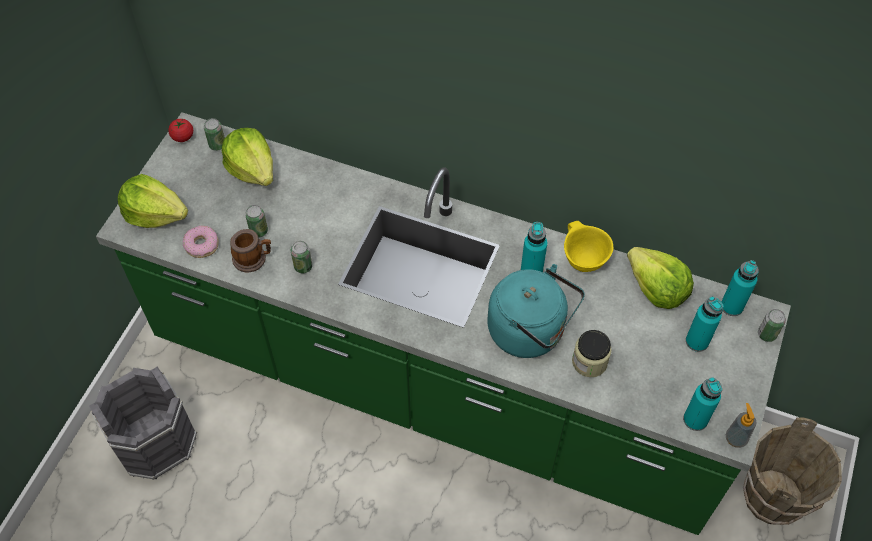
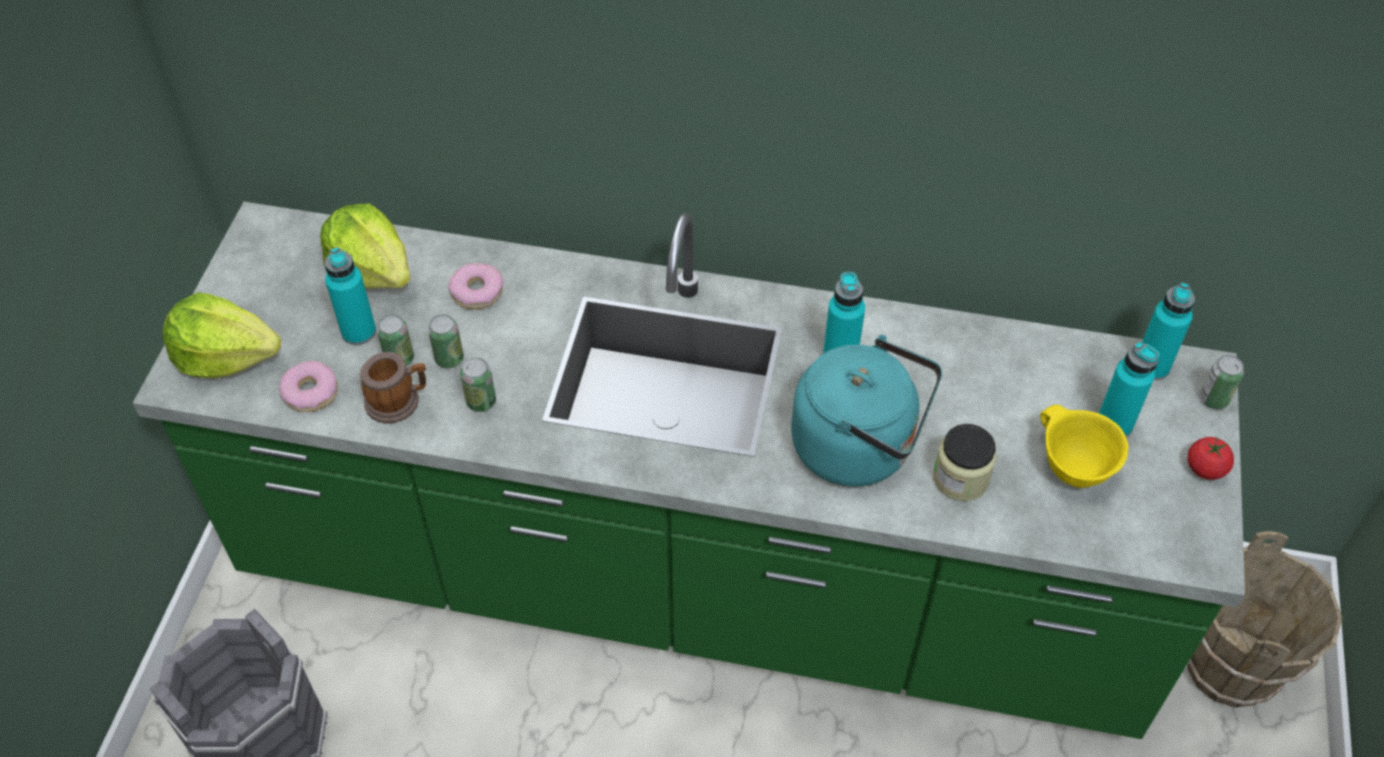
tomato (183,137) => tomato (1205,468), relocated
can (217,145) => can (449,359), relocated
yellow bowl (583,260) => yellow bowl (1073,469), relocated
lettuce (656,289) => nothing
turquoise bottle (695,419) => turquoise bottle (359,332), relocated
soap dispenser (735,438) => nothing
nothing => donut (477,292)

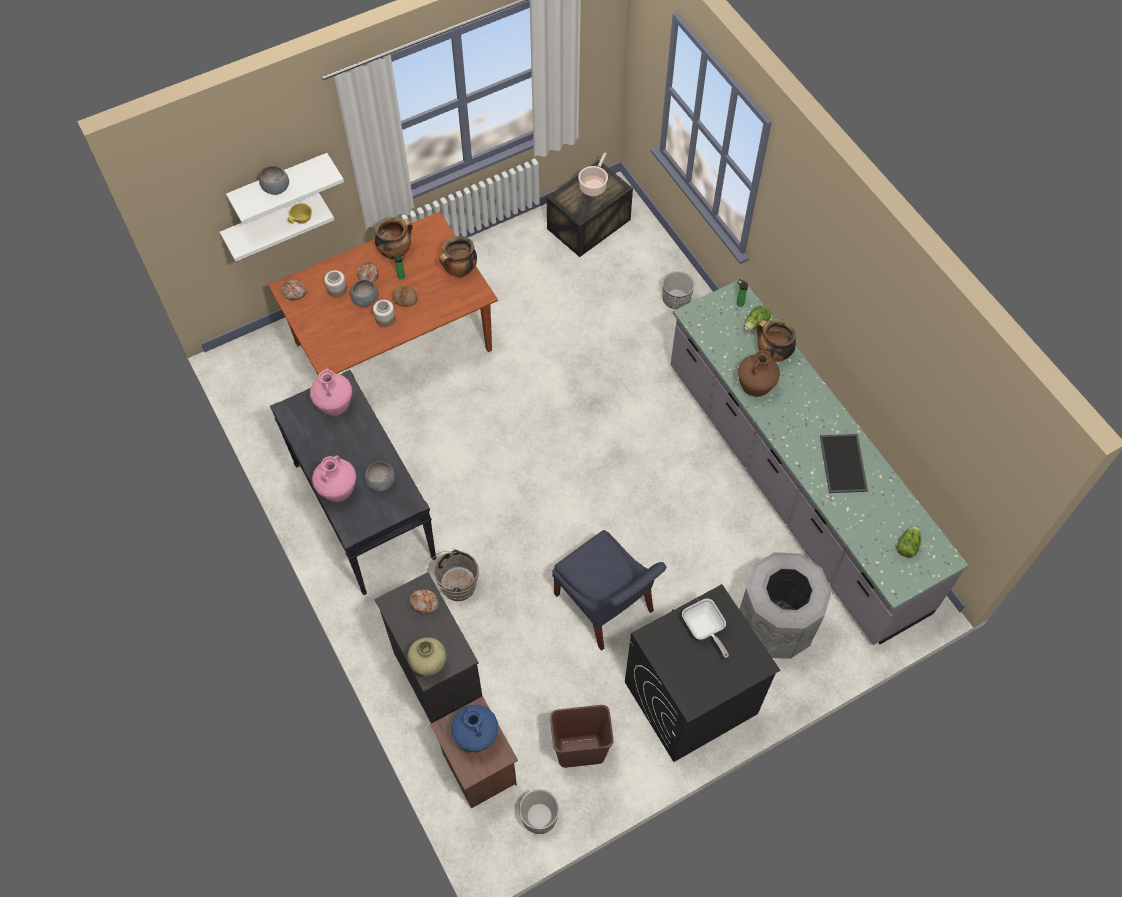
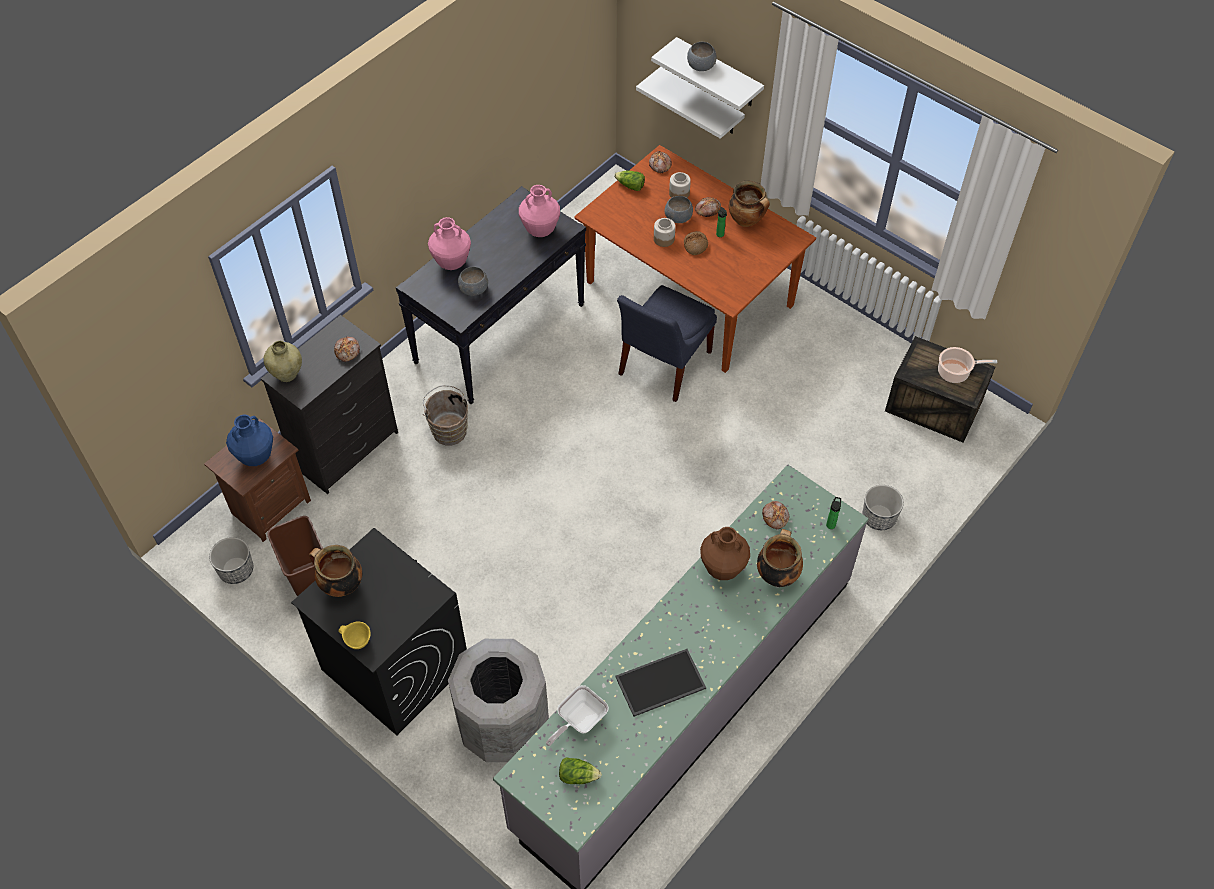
yellow bowl (302,220) => yellow bowl (357,641), relocated
cooking pot (459,271) => cooking pot (341,585), relocated
lettuce (756,324) => lettuce (630,186), relocated
blue chair (605,606) => blue chair (662,365), relocated
frying pan (704,630) => frying pan (578,720), relocated
nothing => bread (775,517)

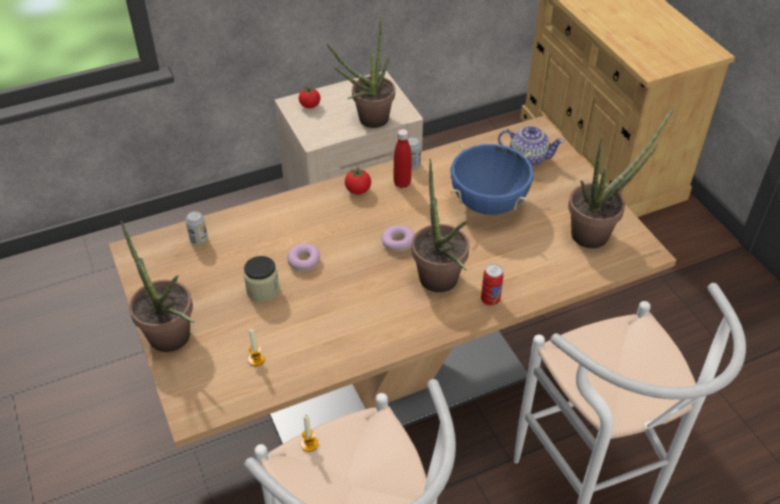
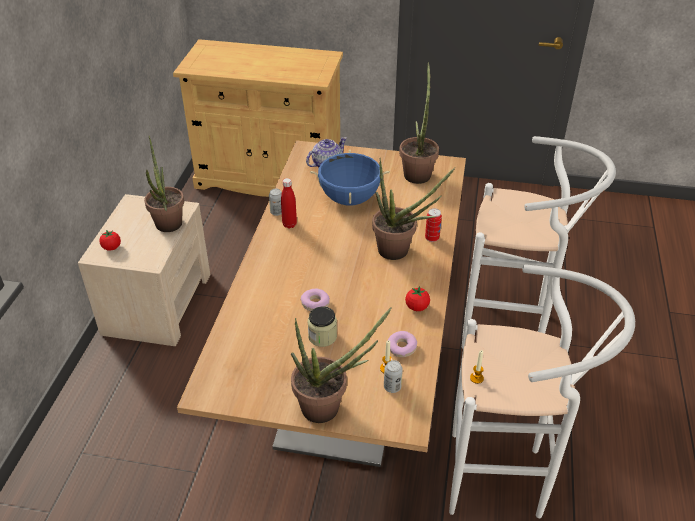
tomato (358,190) => tomato (417,307), relocated
can (199,240) => can (392,387), relocated
donut (398,242) => donut (401,347), relocated

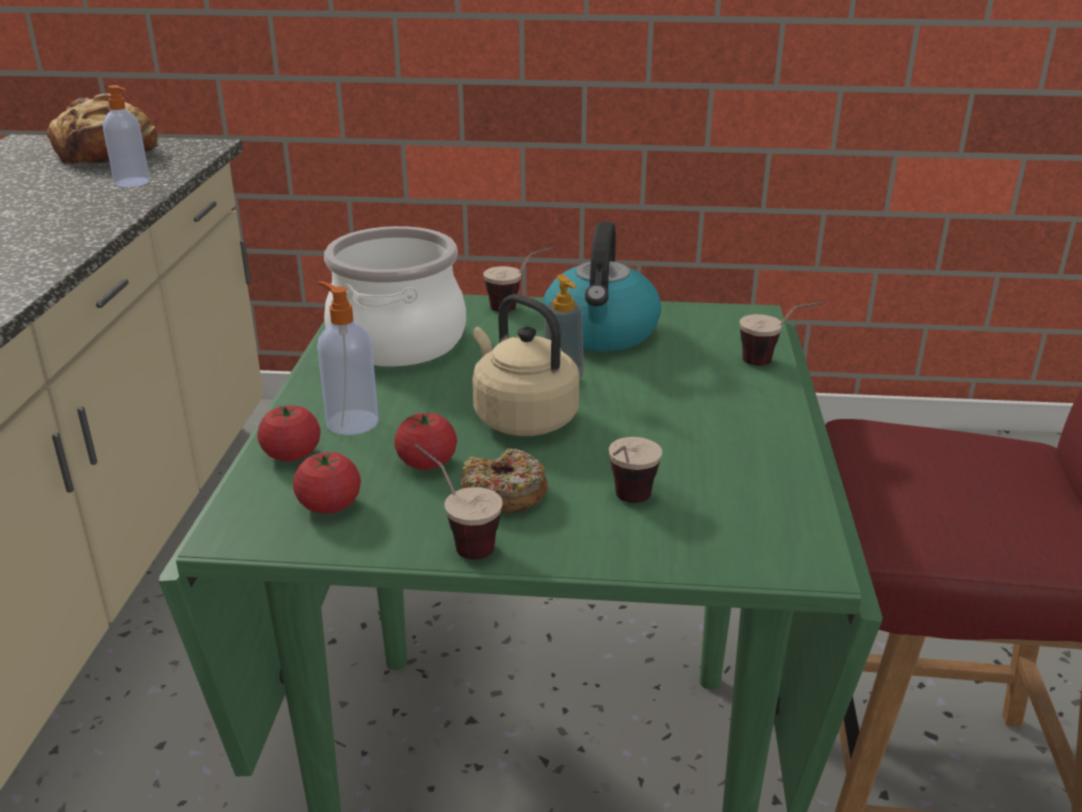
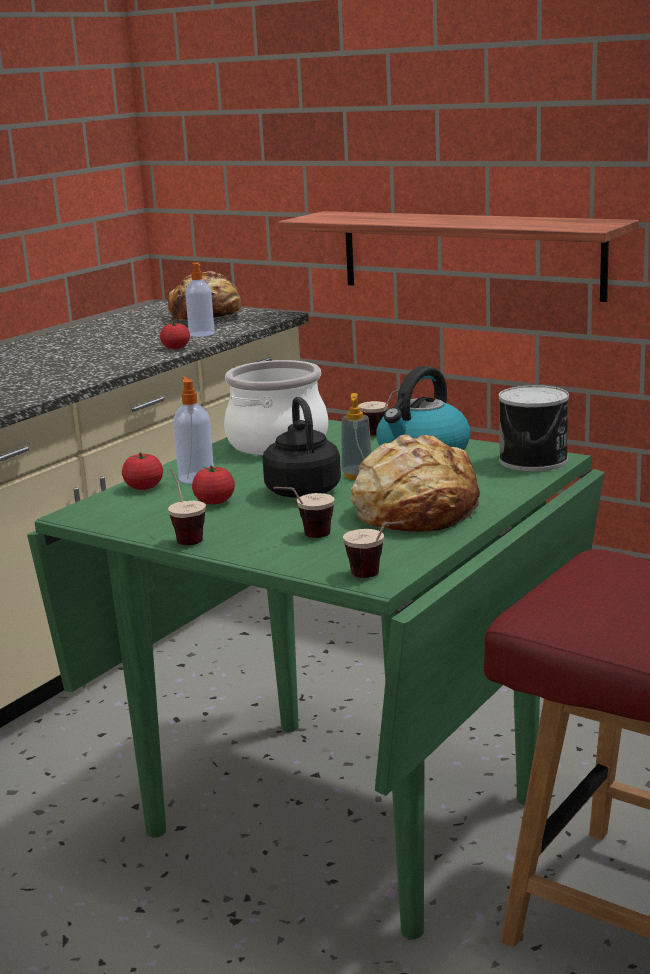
beige kettle (521,418) => black kettle (302,490)
cup (774,362) => cup (377,577), relocated
donut (504,494) => nothing
tomato (329,505) => tomato (176,348), relocated
nothing => shelf (469,254)
nothing => can (535,460)
nothing => bread (415,510)

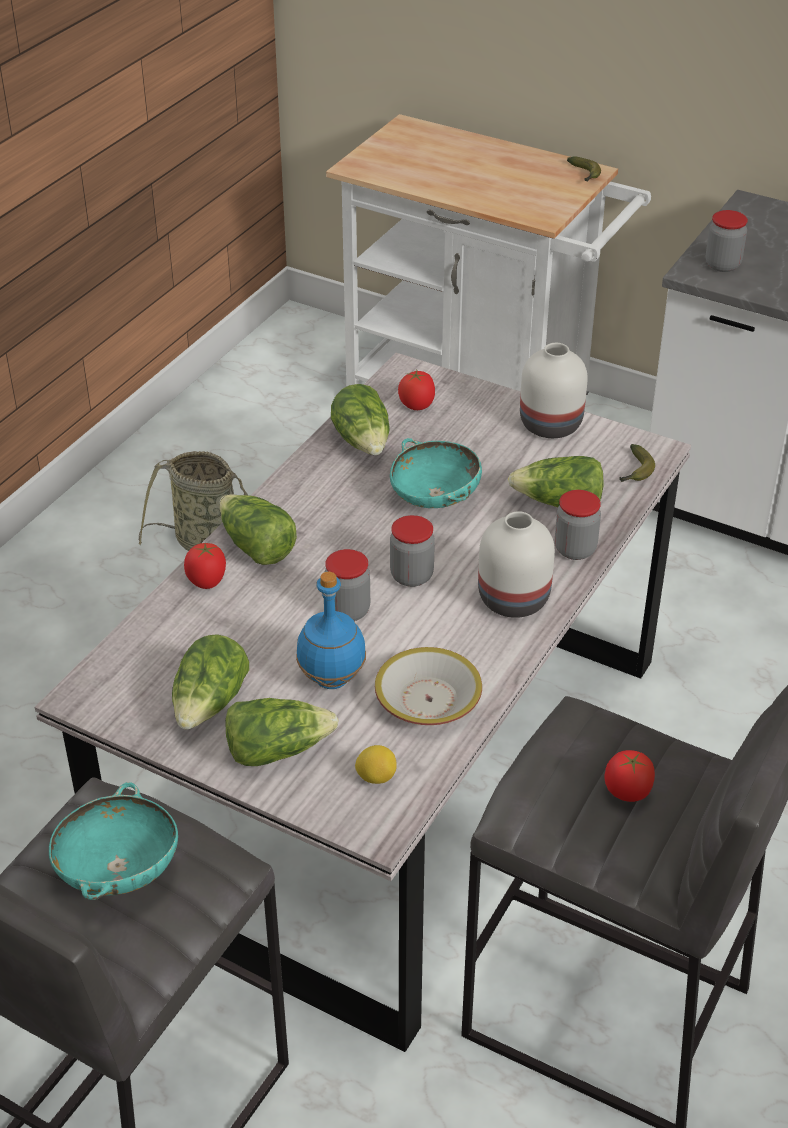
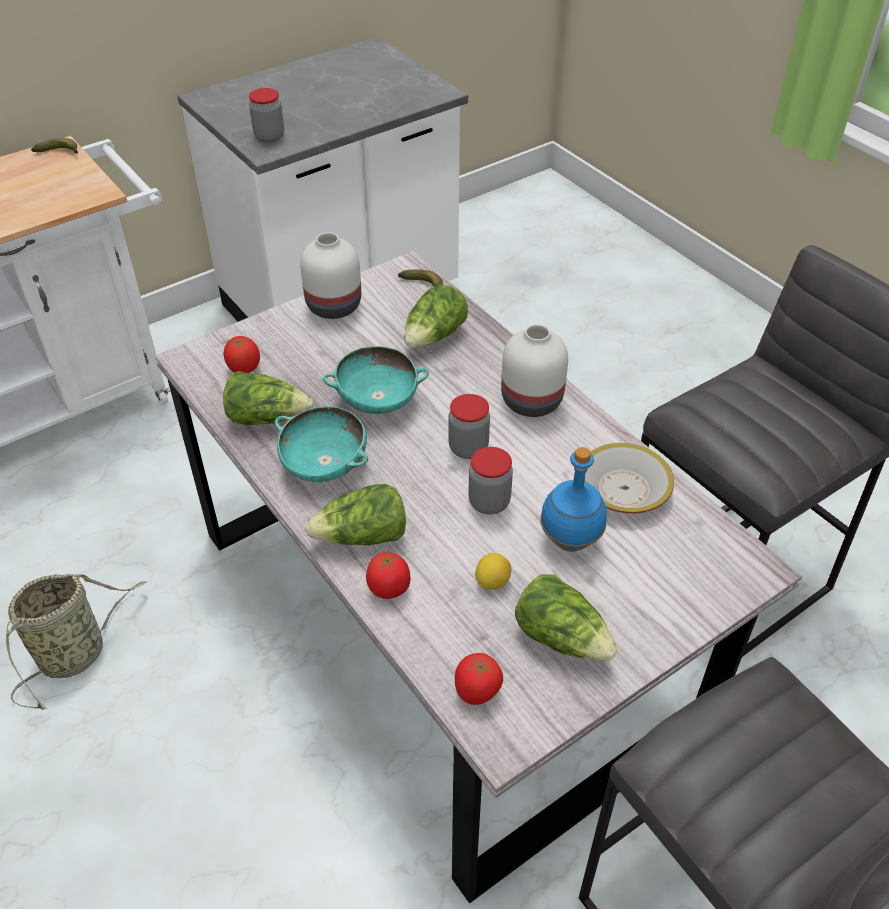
jar (575,549) => nothing
lettuce (276,750) => nothing
lemon (376,777) => lemon (492,581), relocated
tomato (627,792) => tomato (477,691), relocated
turquoise bowl (118,870) => turquoise bowl (324,465), relocated

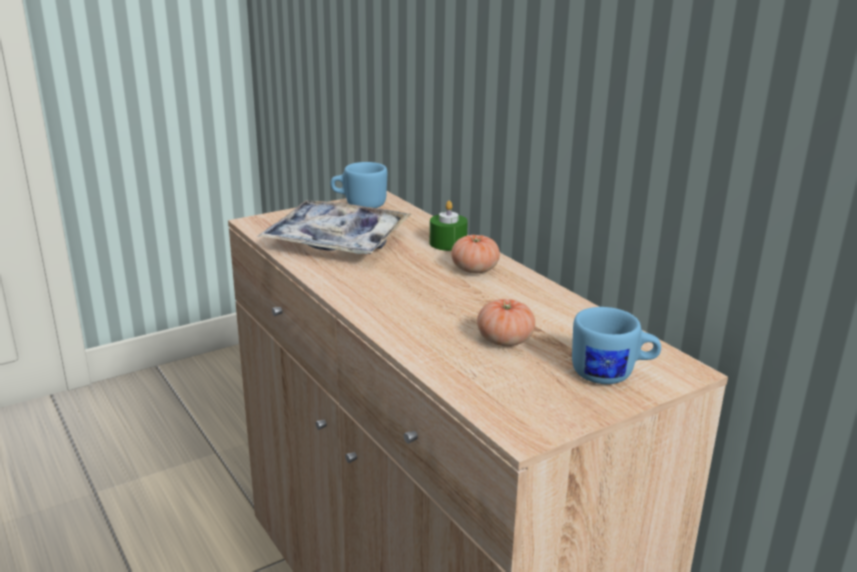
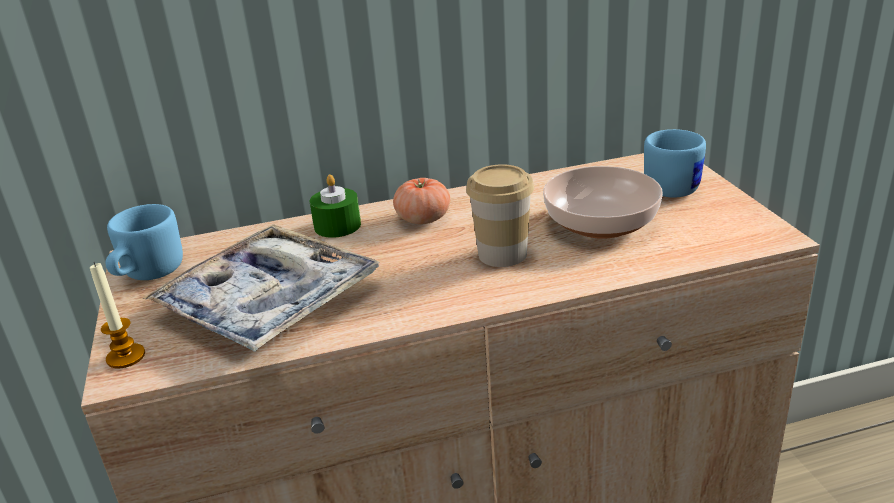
tomato (505,340) => bowl (599,223)
nothing => cup (502,254)
nothing => candle (126,357)

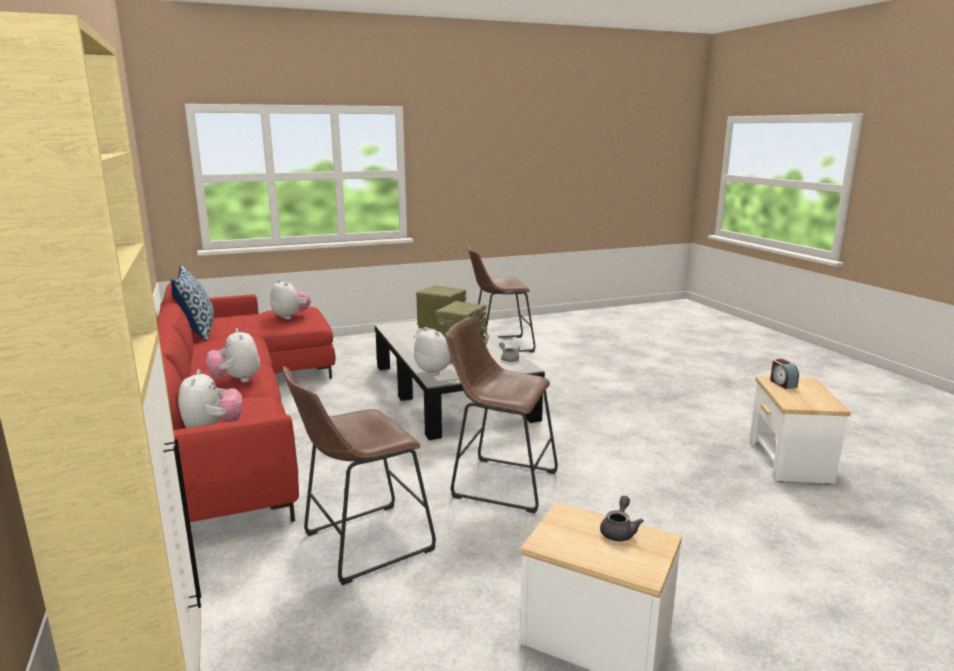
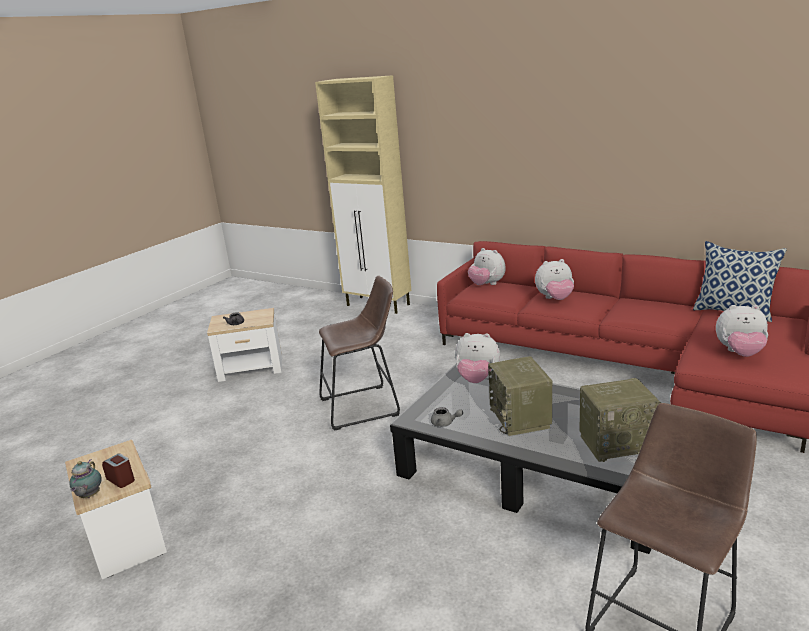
plush toy (236,380) => plush toy (555,299), 150 degrees clockwise
brown stool (361,544) => nothing
nothing => teapot (89,496)

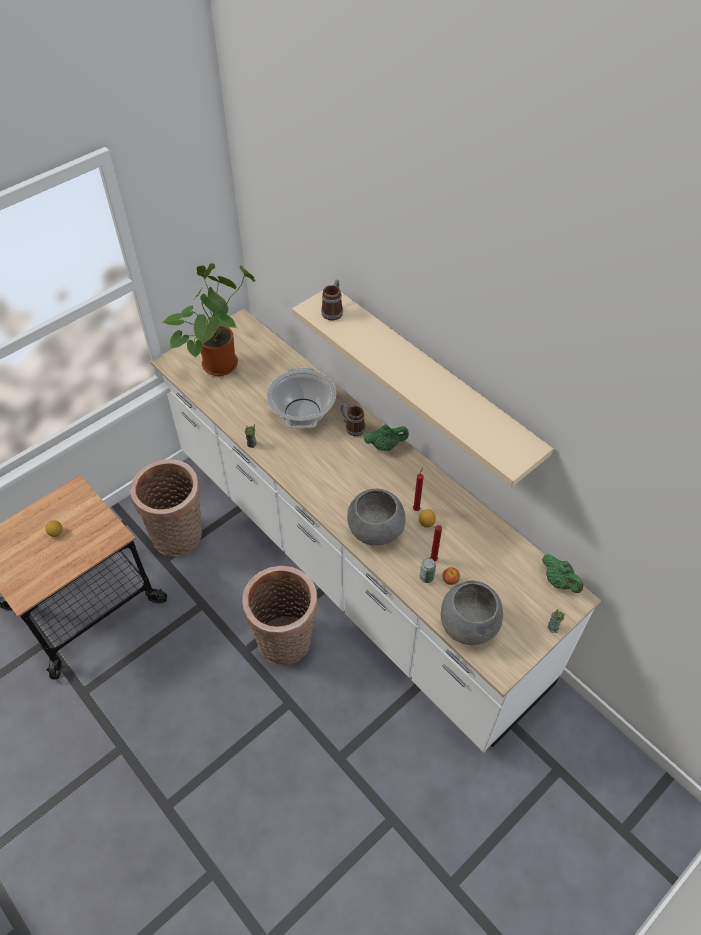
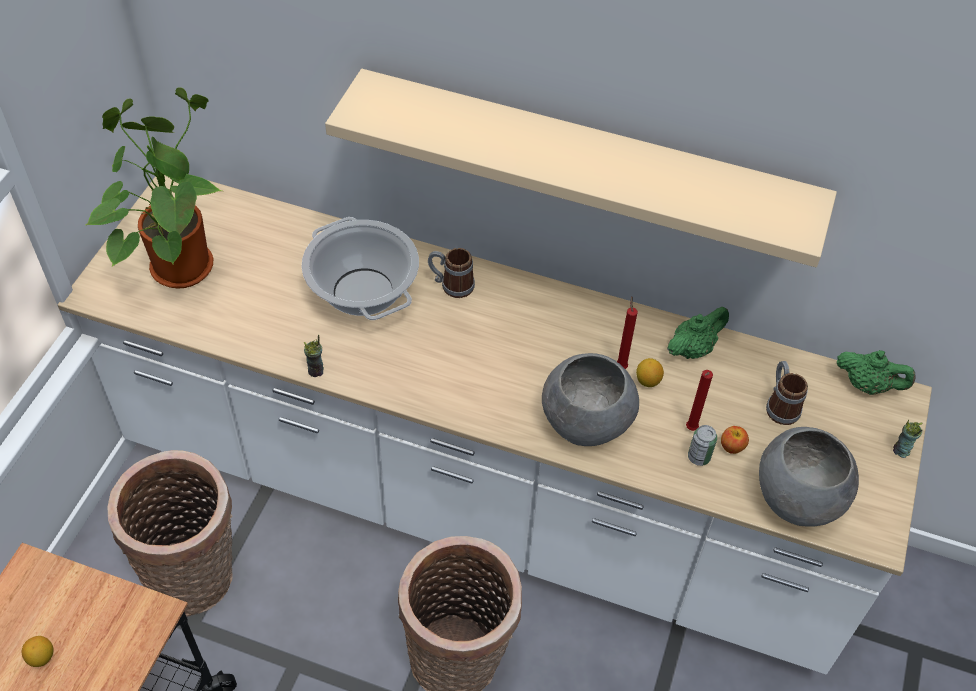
mug (333,310) => mug (780,405), relocated
green teapot (385,446) => green teapot (693,348), relocated

